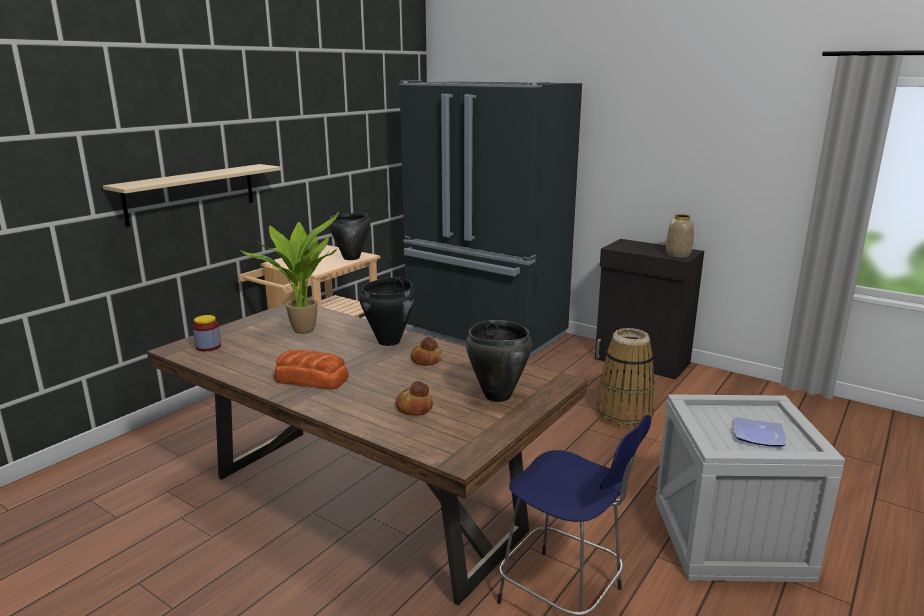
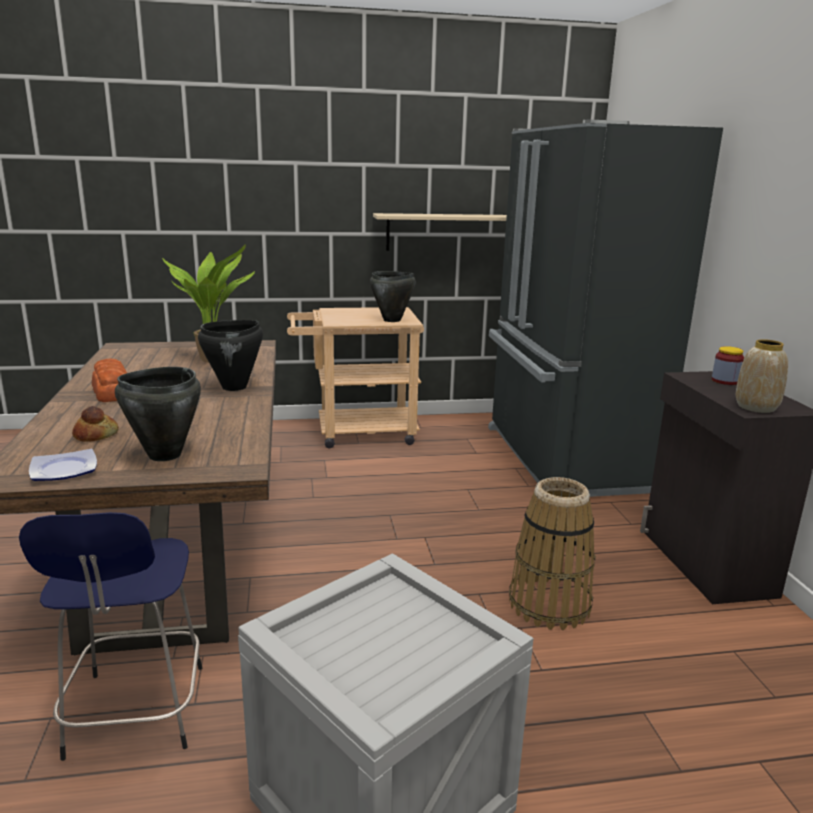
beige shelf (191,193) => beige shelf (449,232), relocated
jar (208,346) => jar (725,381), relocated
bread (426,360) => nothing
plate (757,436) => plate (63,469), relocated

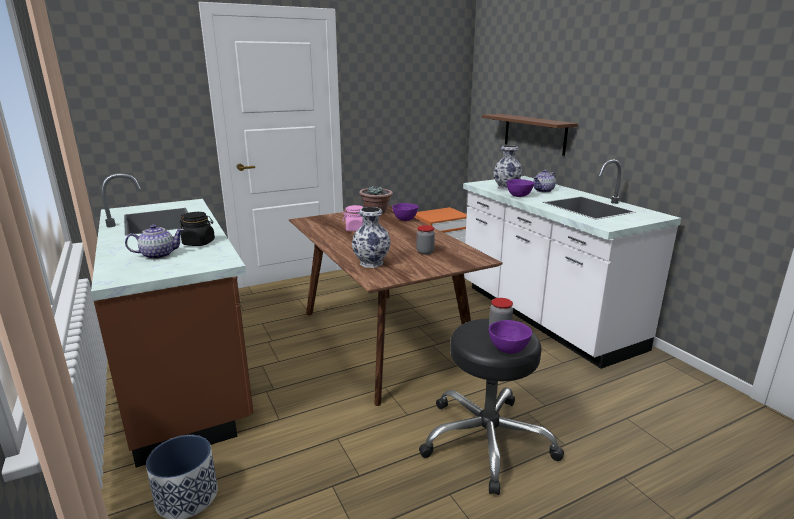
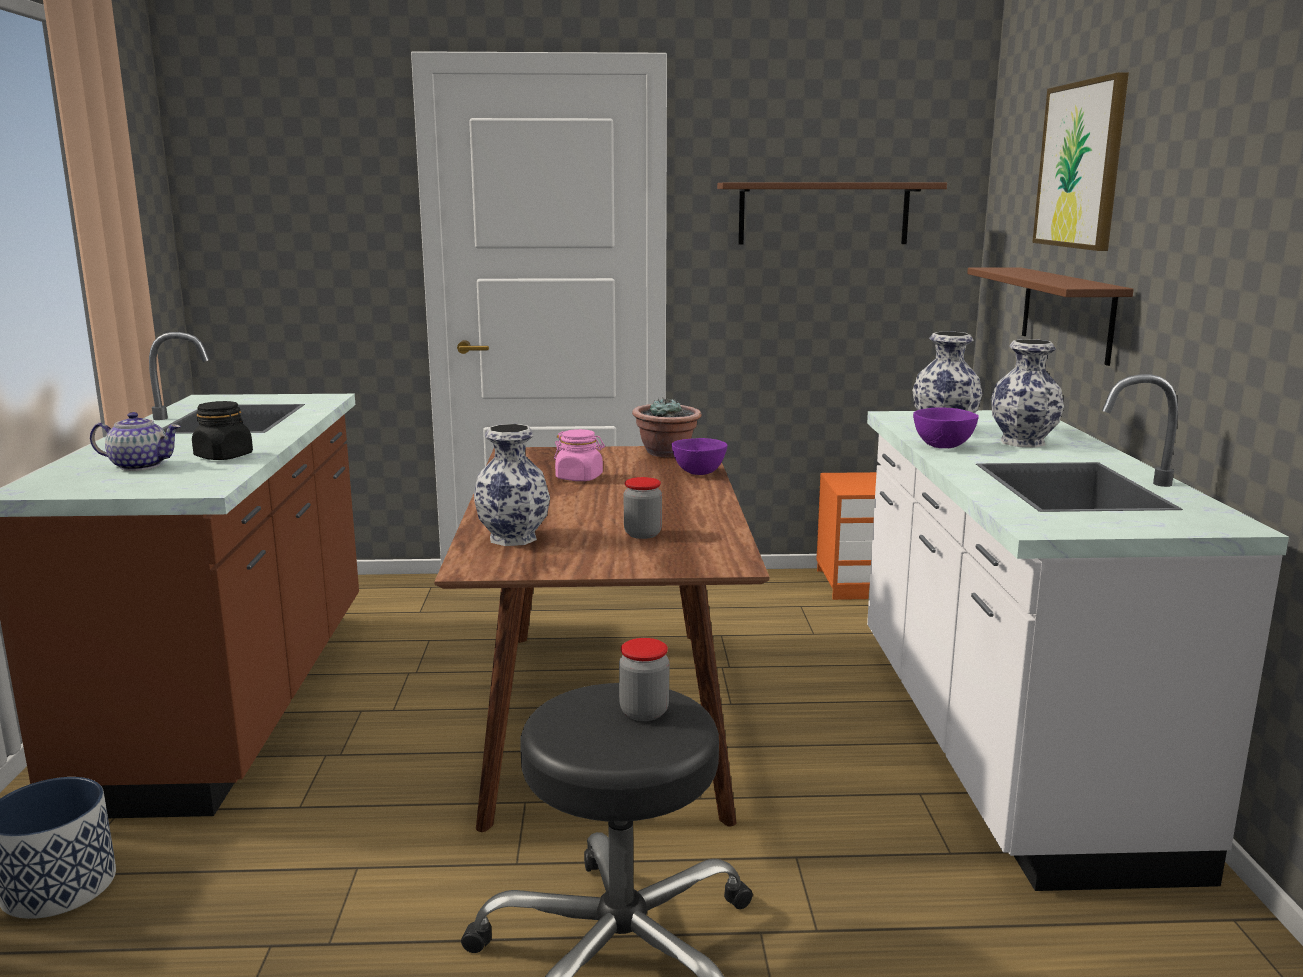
teapot (543,191) => vase (1024,442)
purple bowl (507,350) => nothing
nothing => picture (1081,165)
nothing => brown shelf (823,213)

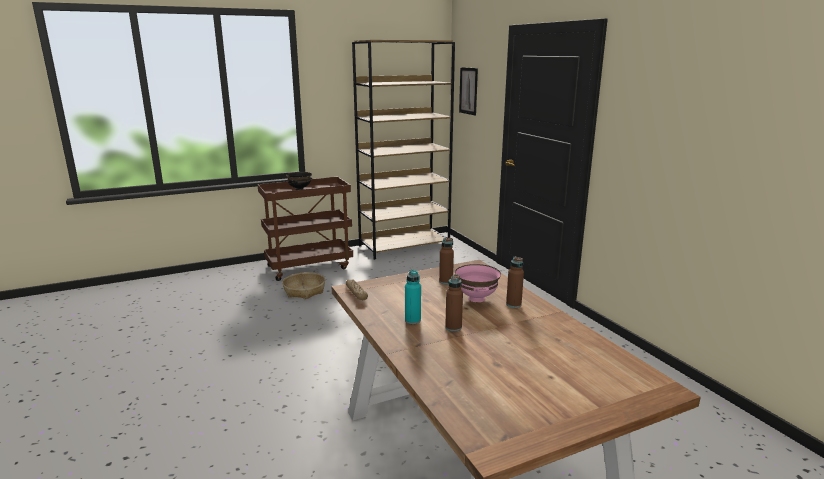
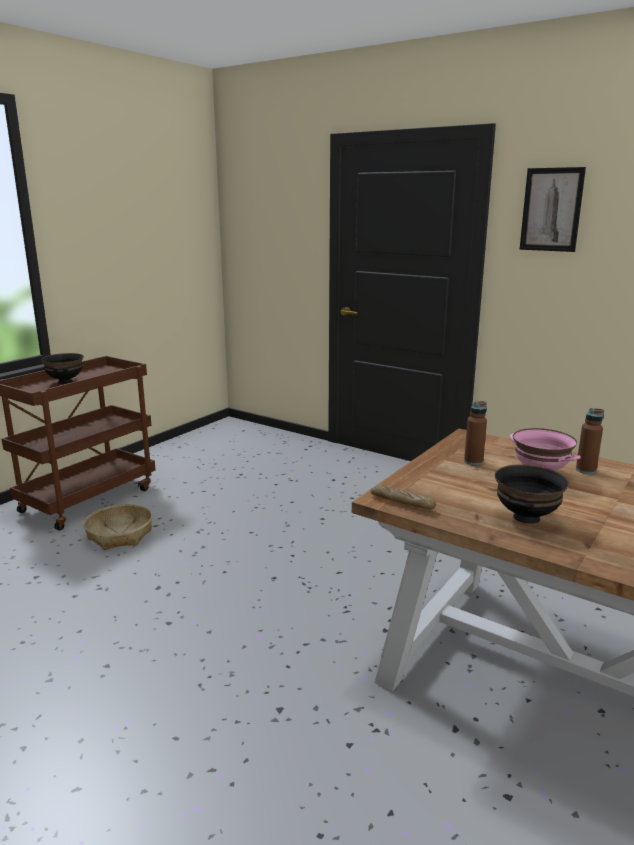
brown bookcase (404,246) => nothing
picture (468,91) => picture (551,210), relocated
turquoise bottle (413,320) => black bowl (527,518)
brown bottle (453,327) => nothing

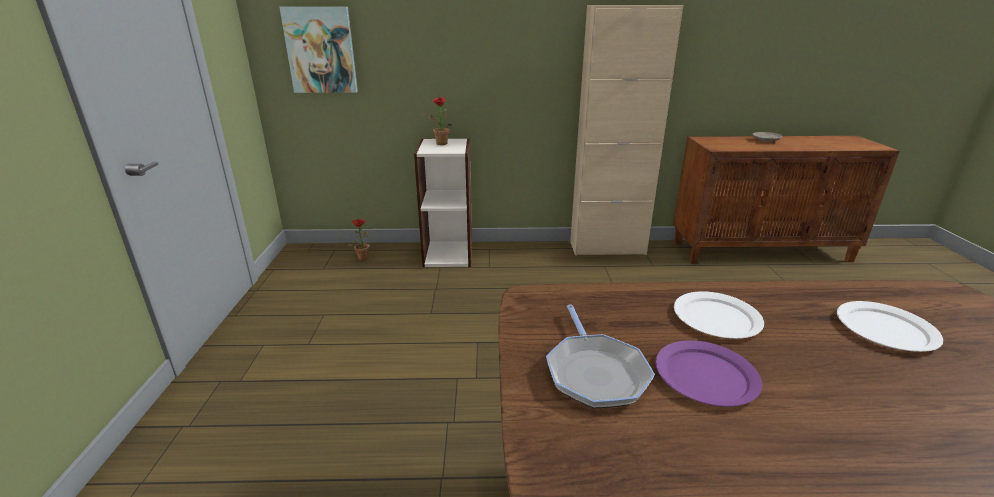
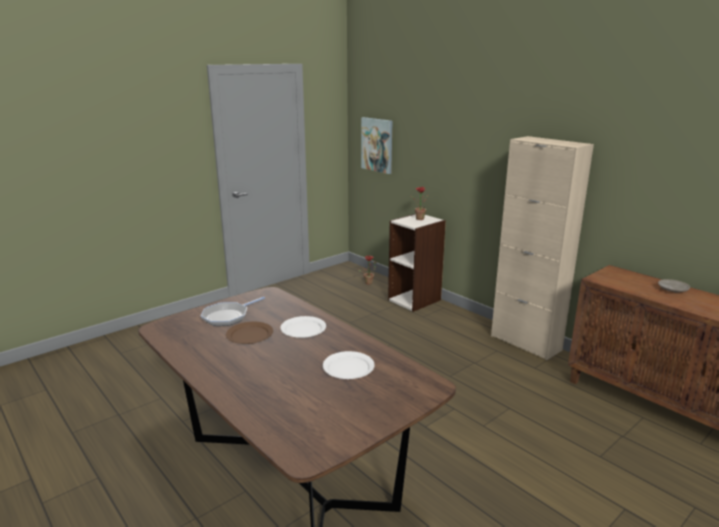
purple plate (705,375) => brown plate (250,335)

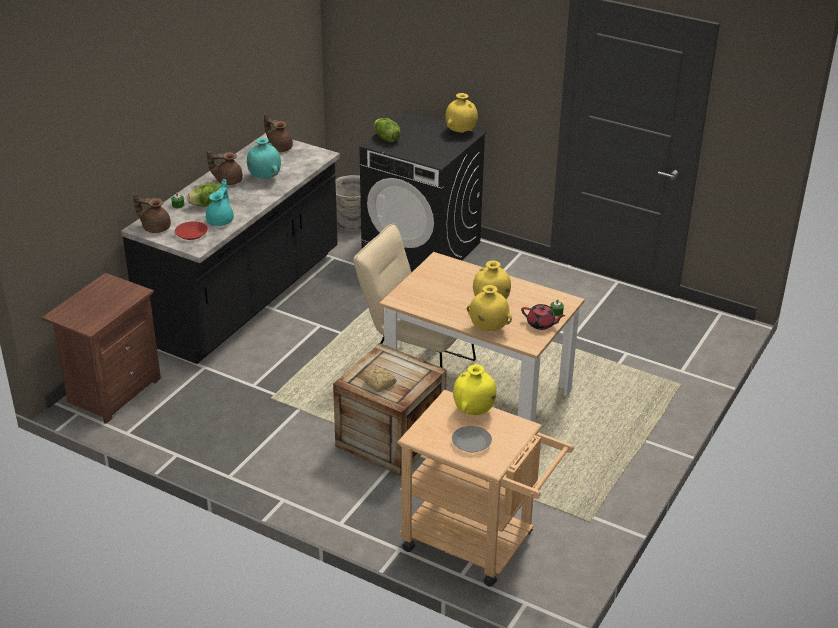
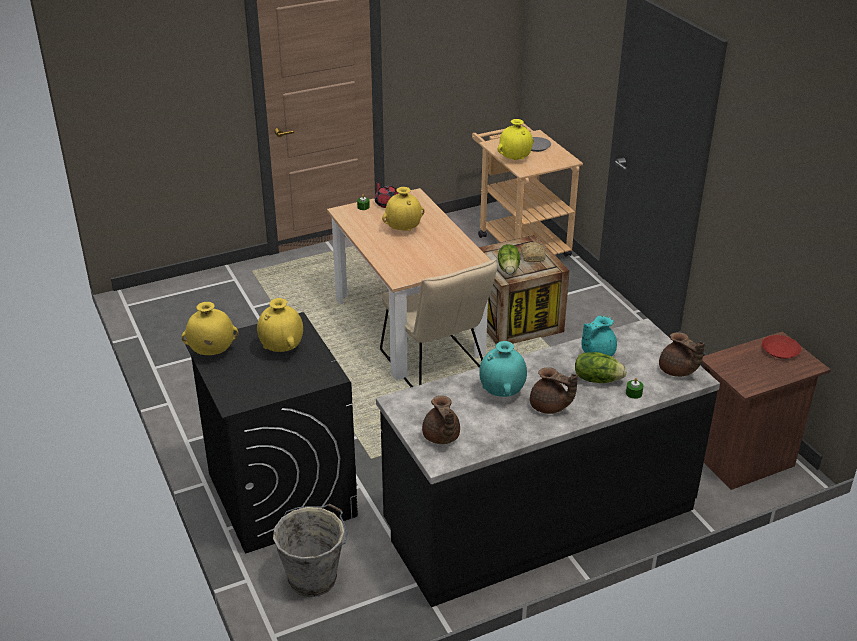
lettuce (386,138) => lettuce (509,269), relocated
red plate (191,234) => red plate (780,350), relocated
yellow vase (488,328) => yellow vase (282,349), relocated

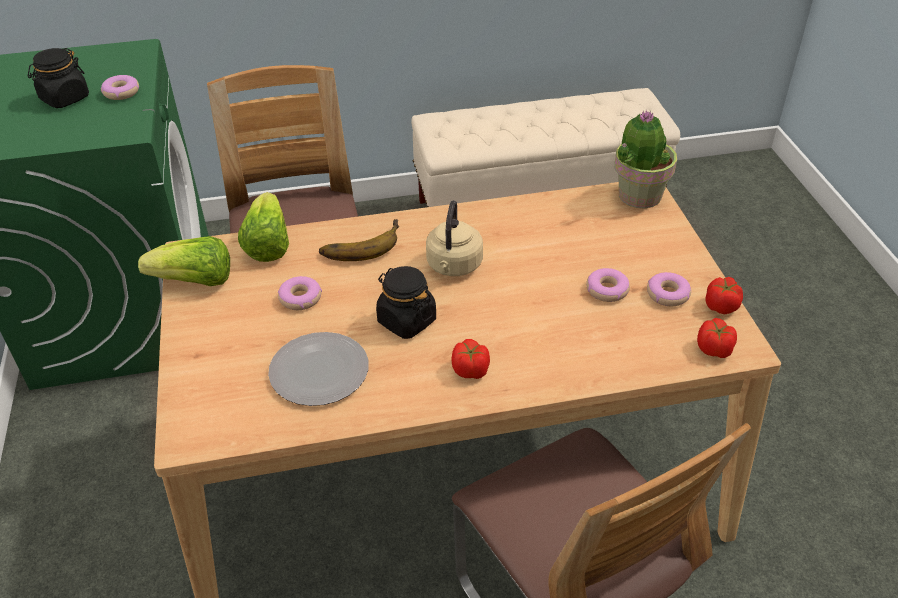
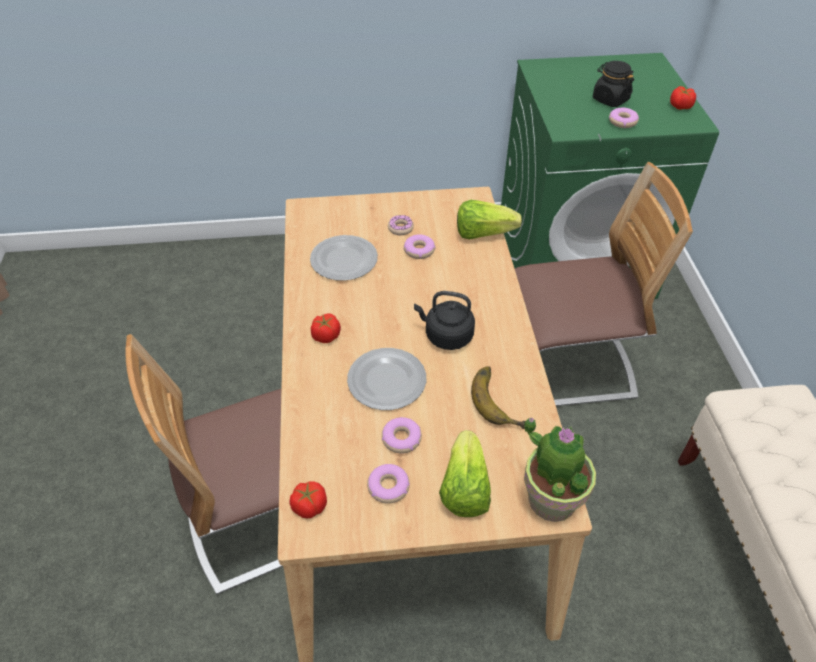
beige kettle (453,266) => black kettle (446,336)
banana (360,244) => banana (501,399), relocated
lettuce (195,281) => lettuce (464,488), relocated
black jar (406,321) => nothing
tomato (721,306) => tomato (680,106), relocated
nothing => donut (400,228)
nothing => plate (388,380)

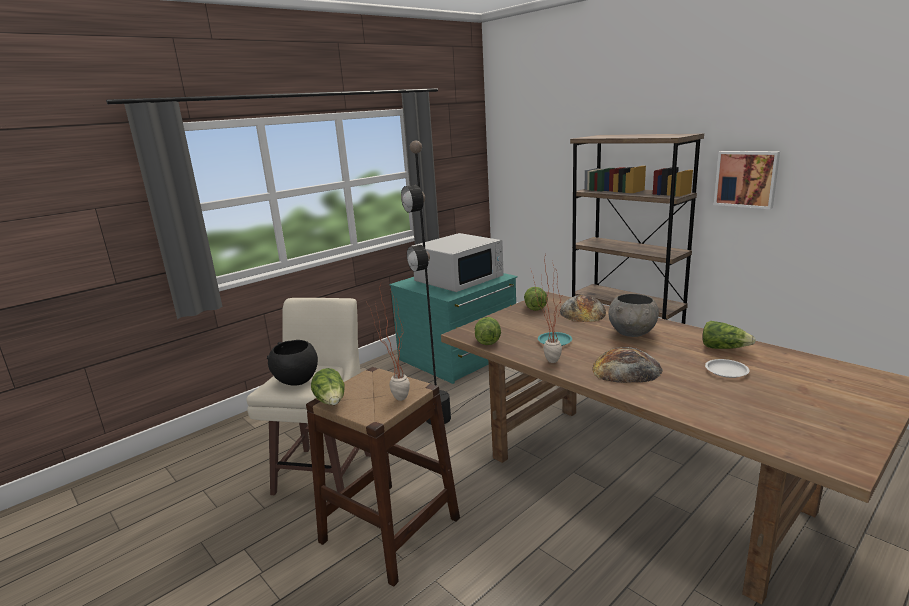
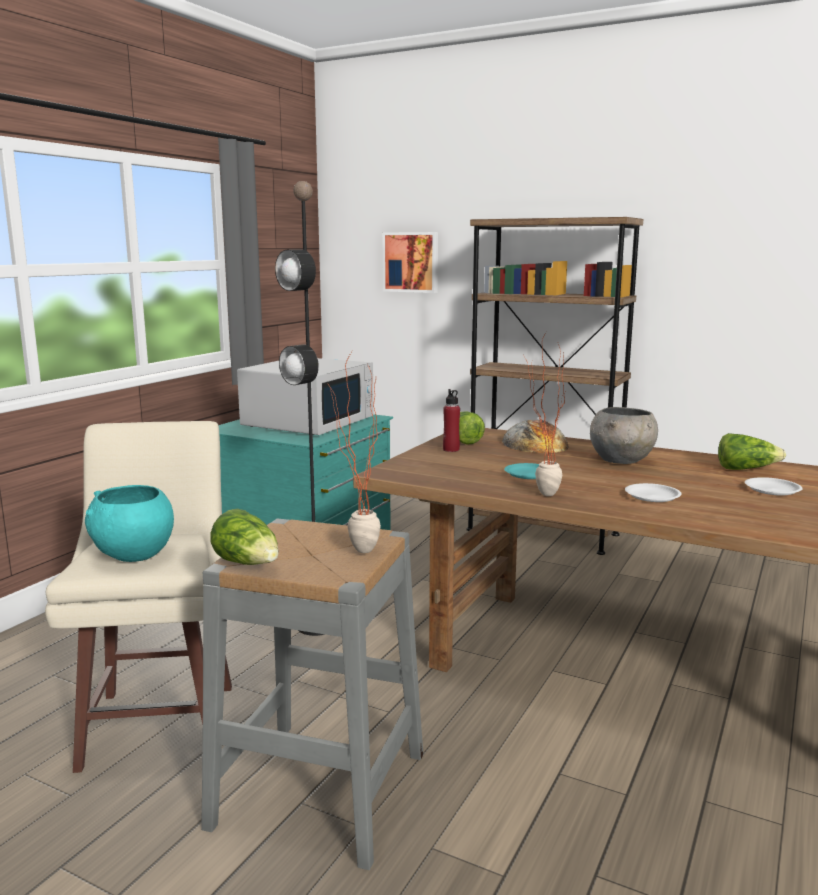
picture (746,179) => picture (411,262), relocated
lettuce (487,339) => nothing
black bowl (296,380) => turquoise bowl (133,555)
bread (626,369) => white plate (653,496)
brown stool (390,529) => grey stool (319,789)
nothing => red bottle (451,449)

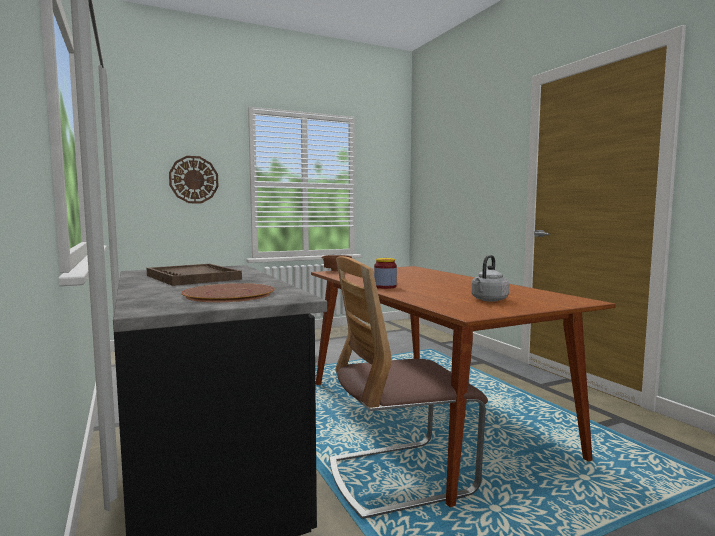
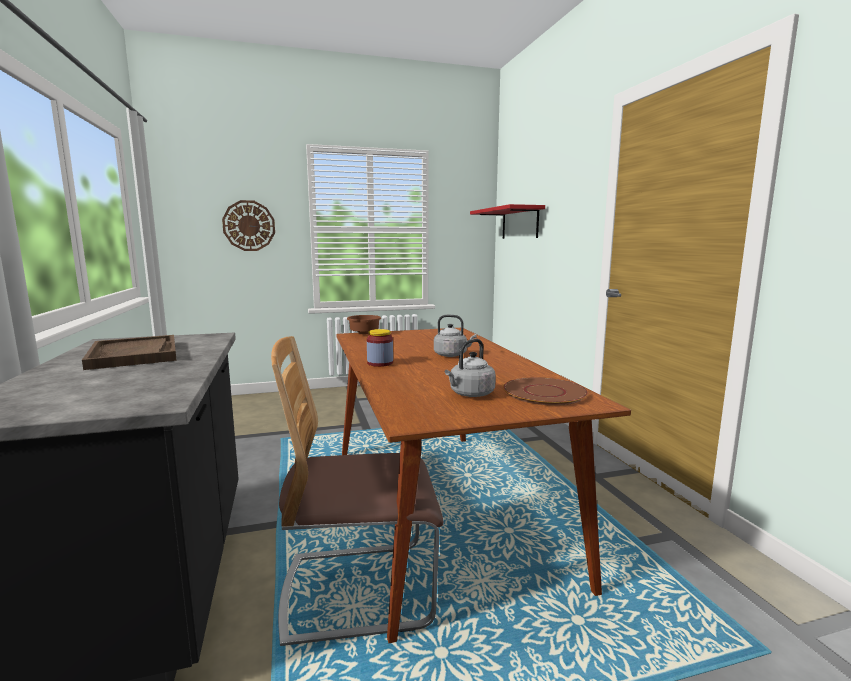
brown plate (229,294) => brown plate (545,392), relocated
nothing => red shelf (520,223)
nothing => grey kettle (452,355)

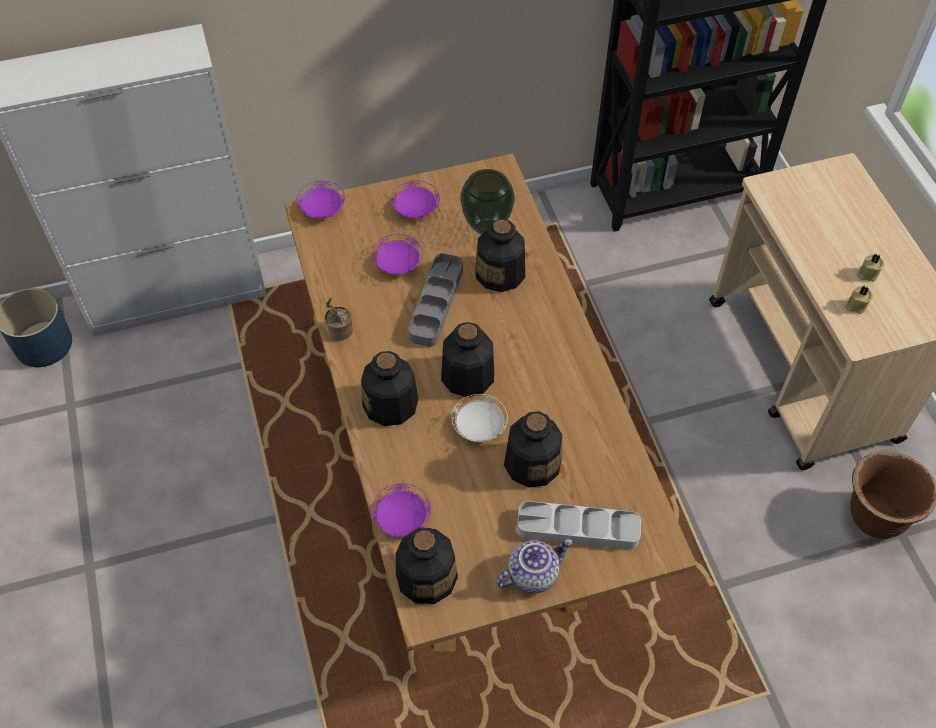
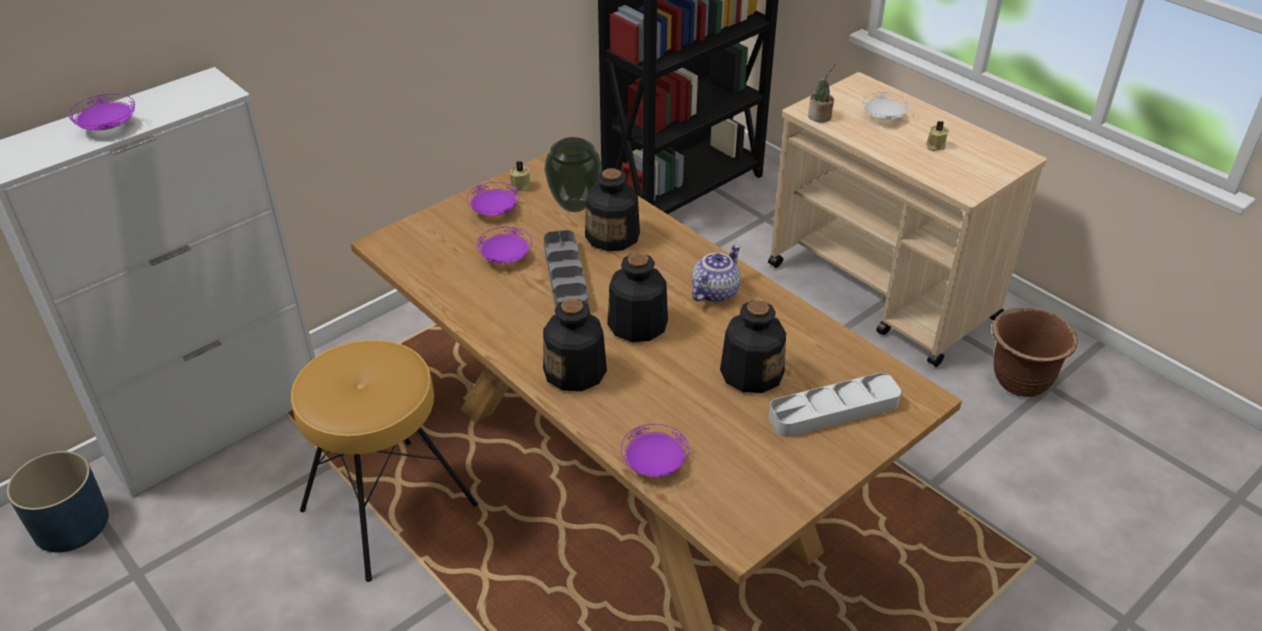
purple plate (321,209) => purple plate (107,127), relocated
beige candle (855,305) => beige candle (519,186), relocated
potted plant (339,332) => potted plant (820,117), relocated
white plate (479,427) => white plate (883,117), relocated
bottle (426,576) => nothing
teapot (532,573) => teapot (714,291), relocated
nothing => brown stool (388,507)

